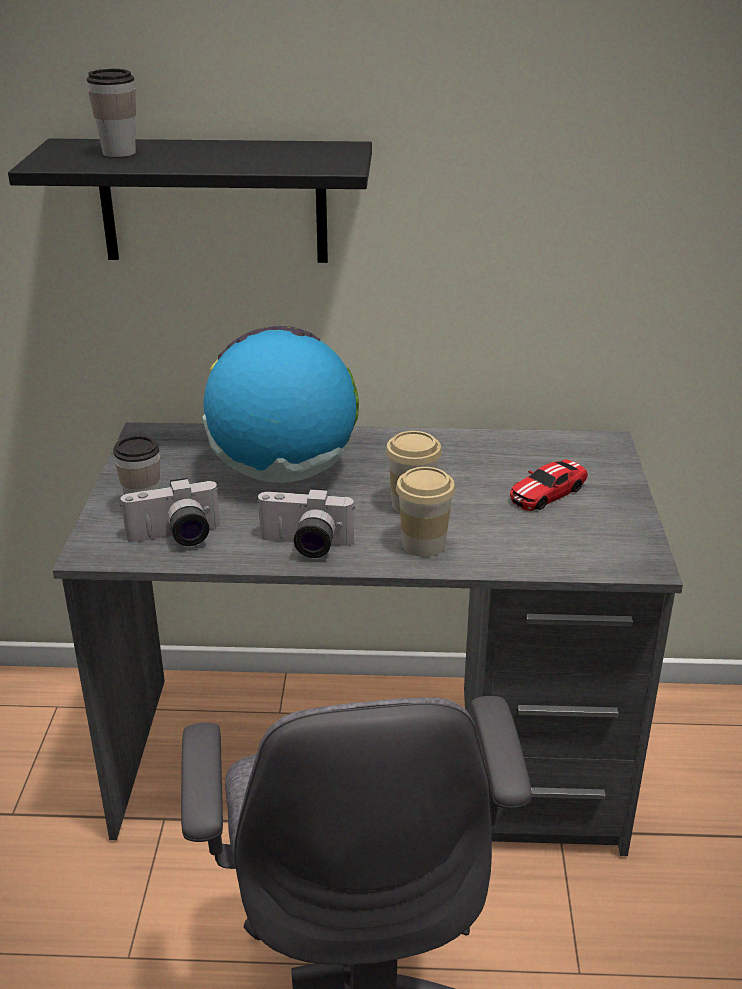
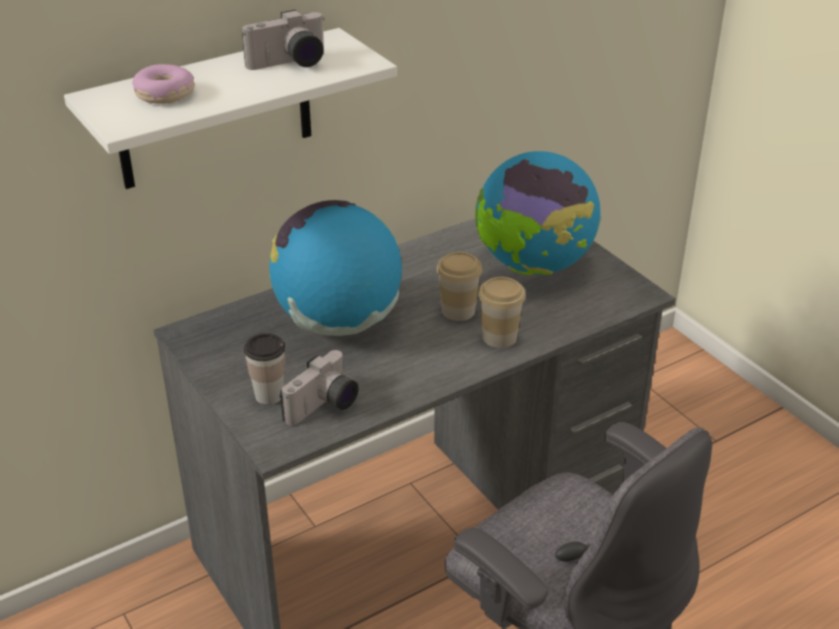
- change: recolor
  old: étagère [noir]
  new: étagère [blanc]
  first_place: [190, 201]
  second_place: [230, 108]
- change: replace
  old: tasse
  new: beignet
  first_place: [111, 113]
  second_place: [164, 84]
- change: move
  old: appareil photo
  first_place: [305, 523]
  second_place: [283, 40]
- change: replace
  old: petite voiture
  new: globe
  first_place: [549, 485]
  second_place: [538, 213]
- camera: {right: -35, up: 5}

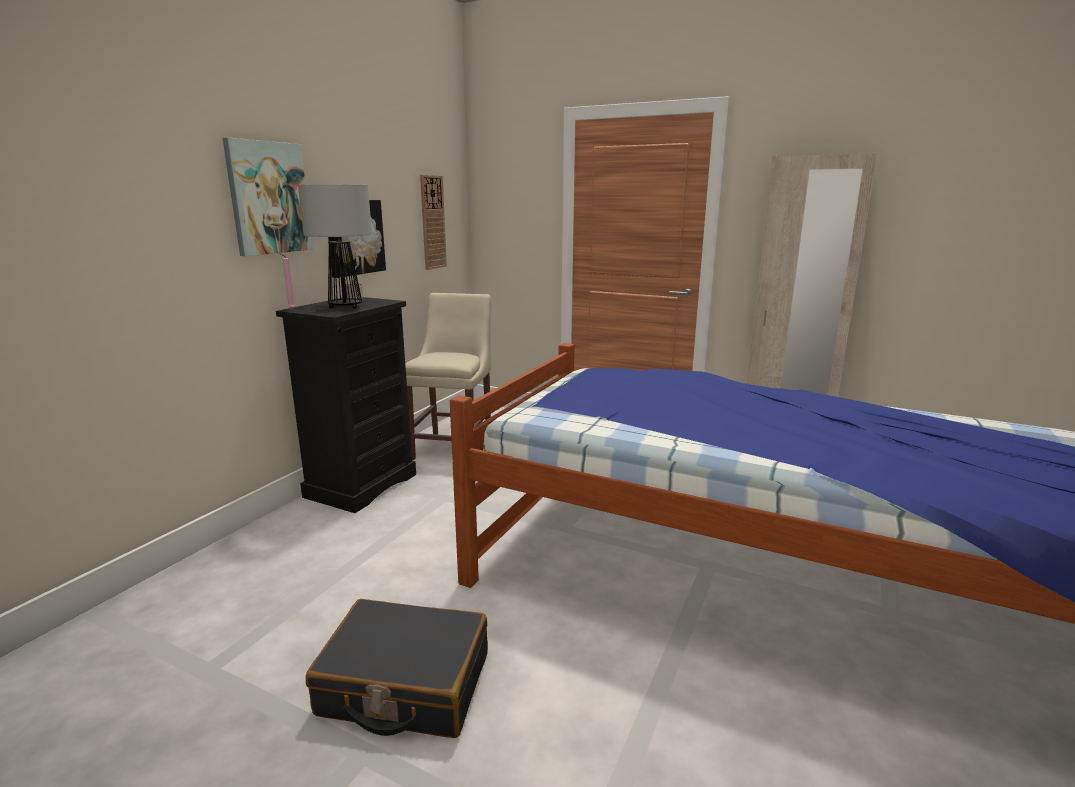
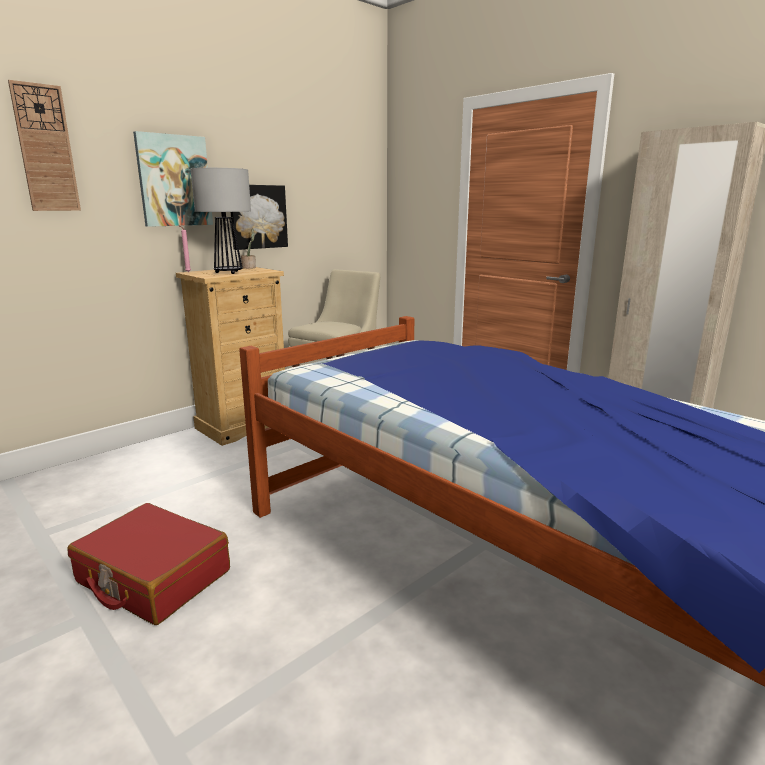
- change: move
  old: horloge murale
  first_place: [433, 222]
  second_place: [44, 145]
- change: recolor
  old: valise [noir]
  new: valise [rouge]
  first_place: [397, 668]
  second_place: [148, 564]
- change: recolor
  old: commode [noir]
  new: commode [beige]
  first_place: [346, 405]
  second_place: [230, 356]
- camera: {right: 20, up: 0}

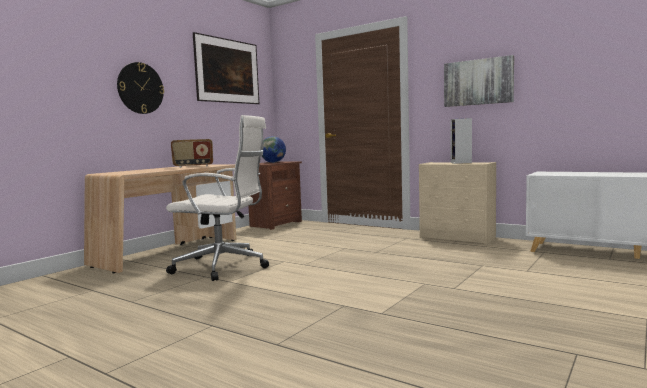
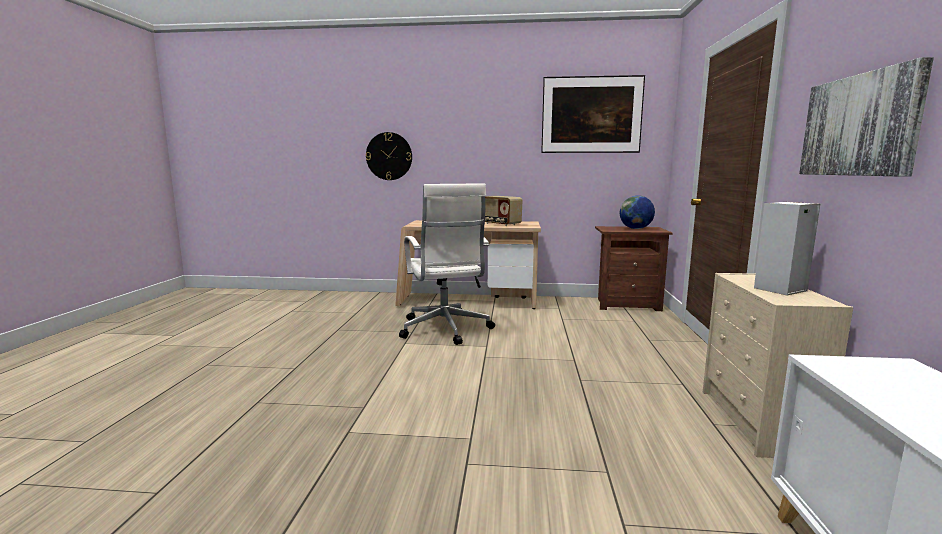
- change: move
  old: horloge murale
  first_place: [140, 88]
  second_place: [389, 156]
- camera: {right: 60, up: 5}

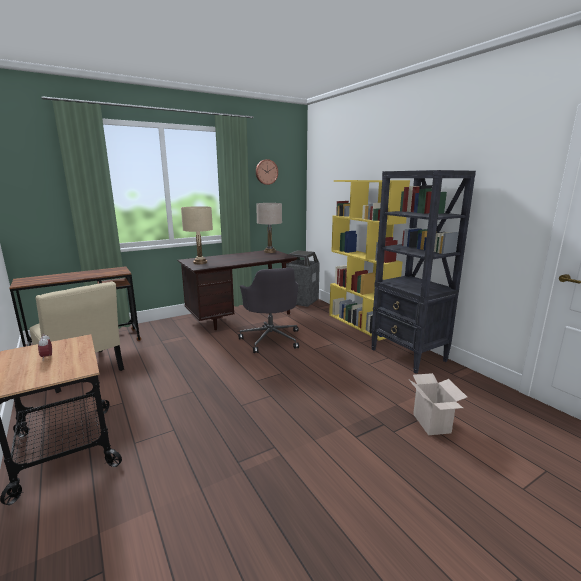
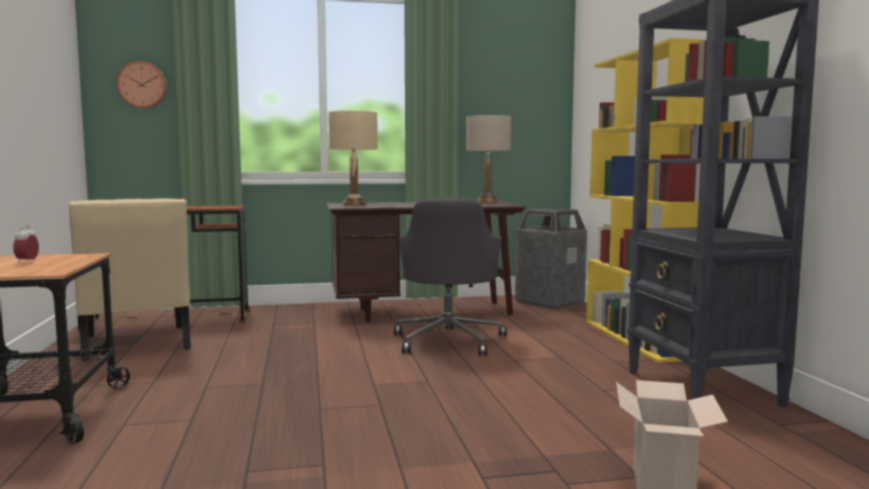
- change: move
  old: horloge murale
  first_place: [267, 172]
  second_place: [142, 85]
- camera: {right: 20, up: -10}

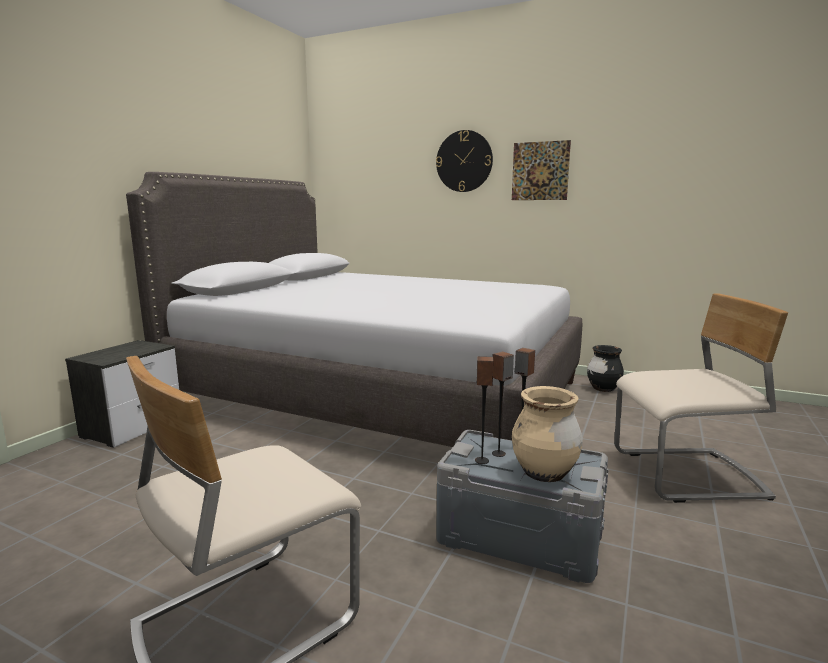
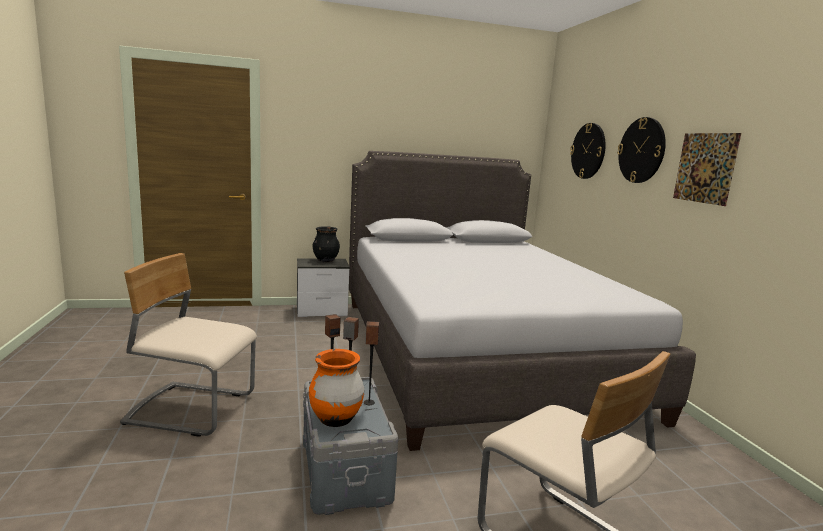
- change: recolor
  old: vase [beige]
  new: vase [orange]
  first_place: [547, 434]
  second_place: [336, 388]
- change: move
  old: vase [noir]
  first_place: [605, 368]
  second_place: [326, 244]
- change: insert
  new: horloge murale
  second_place: [588, 151]
- camera: {right: 50, up: 0}

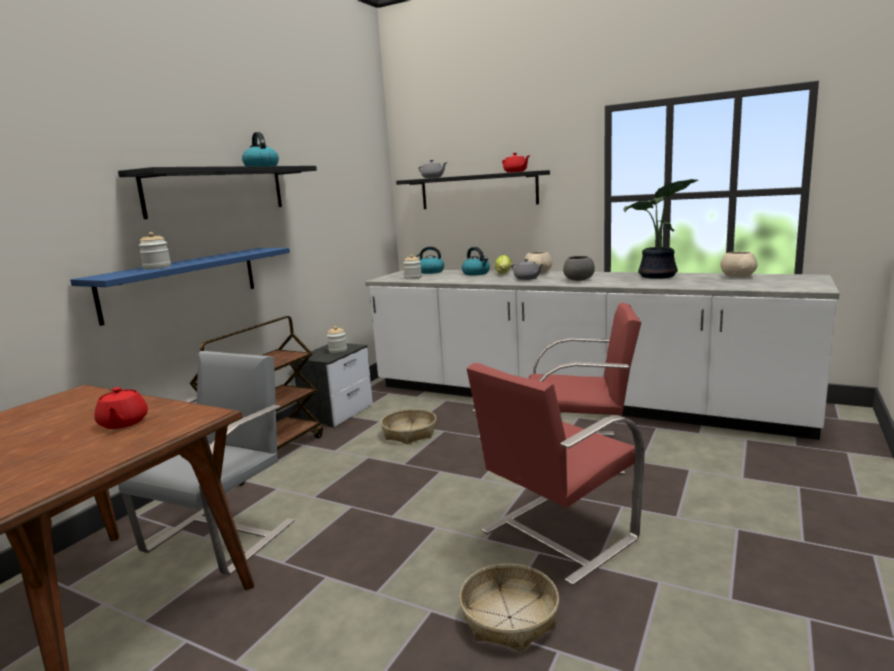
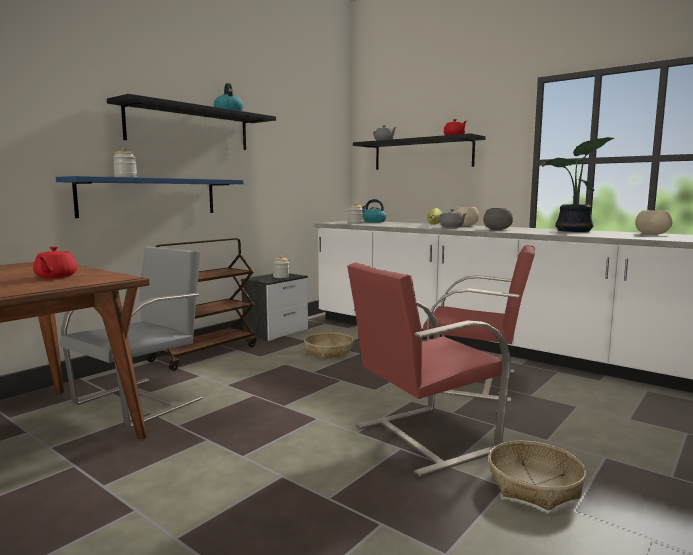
- change: move
  old: panier
  first_place: [509, 607]
  second_place: [537, 476]
- change: delete
  old: bouilloire
  first_place: [476, 261]
- camera: {right: 10, up: -5}

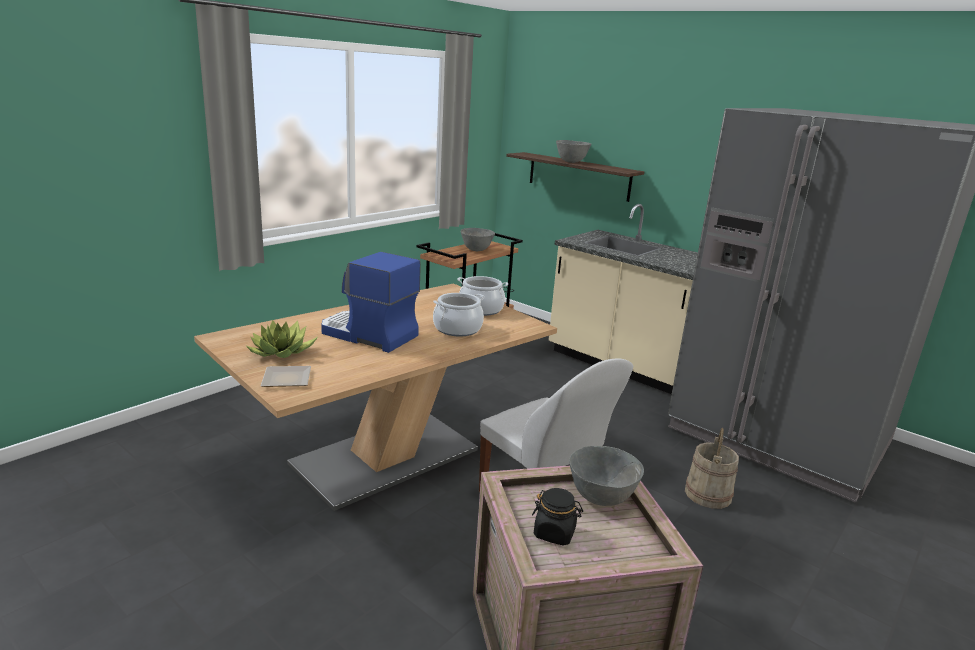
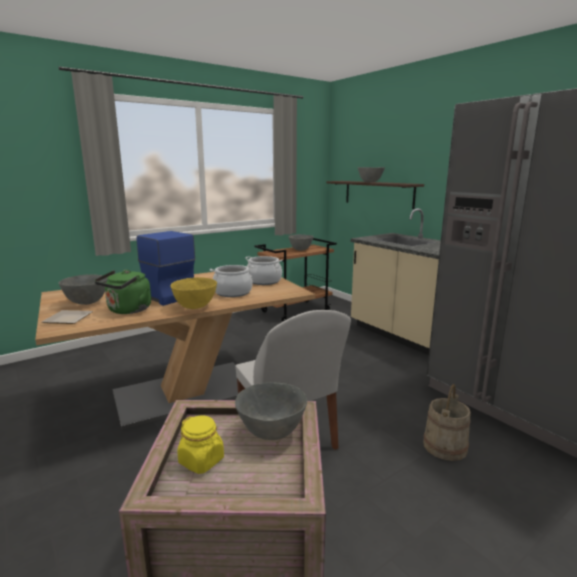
- change: replace
  old: plante en pot
  new: bol [gris]
  first_place: [281, 339]
  second_place: [83, 289]
- change: insert
  new: bouilloire [vert]
  second_place: [122, 292]
- change: insert
  new: bol [jaune]
  second_place: [193, 293]
- change: recolor
  old: bocal [noir]
  new: bocal [jaune]
  first_place: [557, 517]
  second_place: [200, 445]
- camera: {right: 15, up: -5}

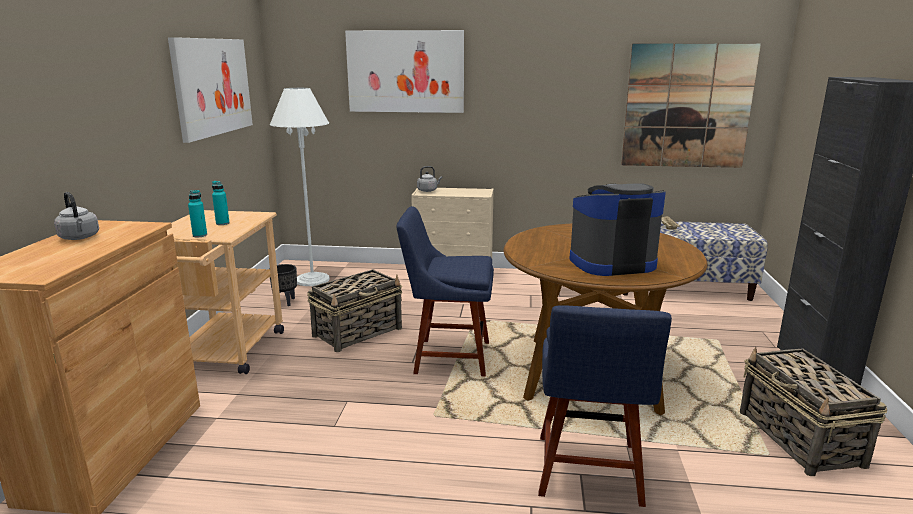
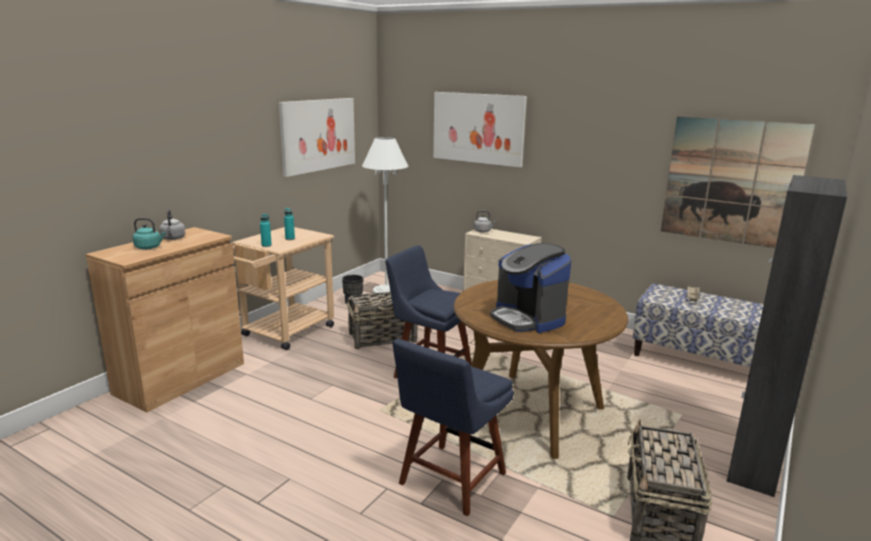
- change: insert
  new: bouilloire [turquoise]
  second_place: [149, 233]
- change: rotate
  old: machine à café
  first_place: [618, 229]
  second_place: [530, 288]
  degrees: -135
- camera: {right: 25, up: 0}

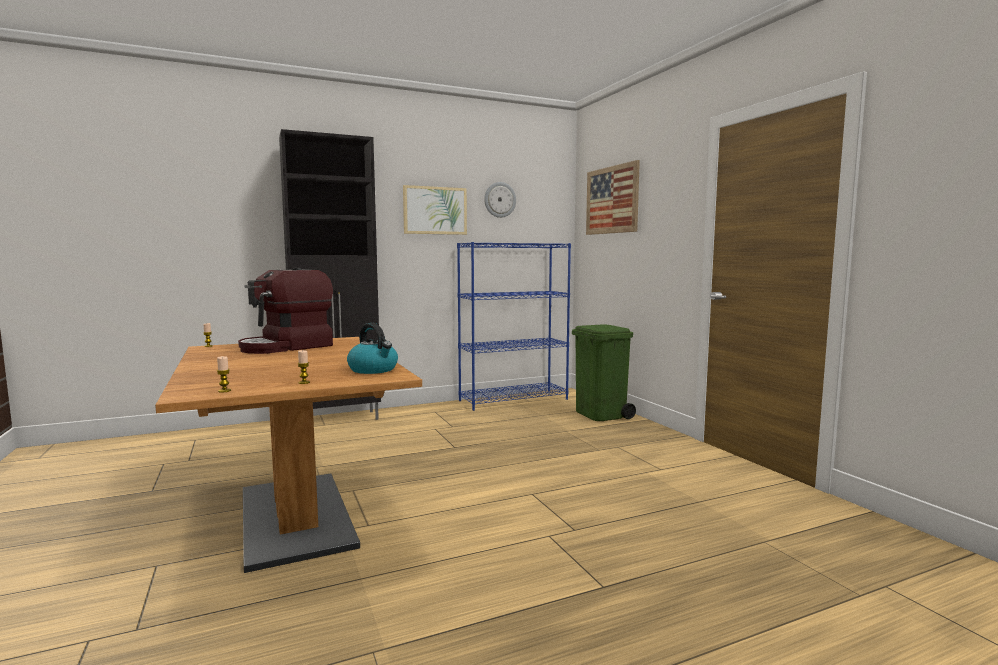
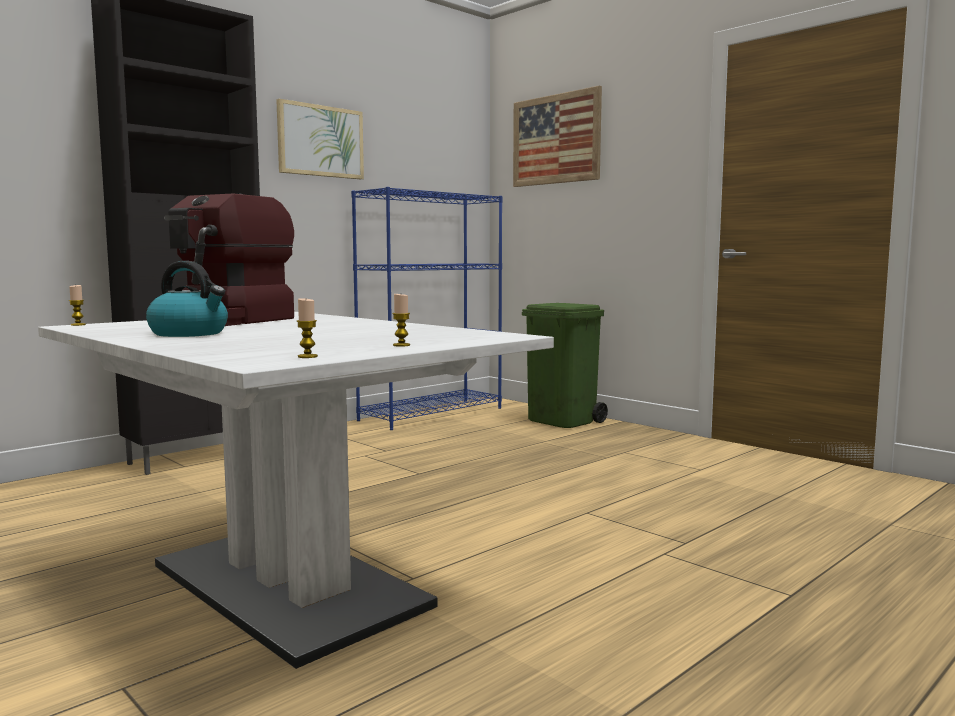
- change: recolor
  old: table à manger [marron]
  new: table à manger [blanc]
  first_place: [288, 455]
  second_place: [296, 490]
- change: move
  old: bouilloire
  first_place: [372, 348]
  second_place: [187, 299]
- change: delete
  old: horloge murale
  first_place: [500, 200]
- camera: {right: -20, up: 0}

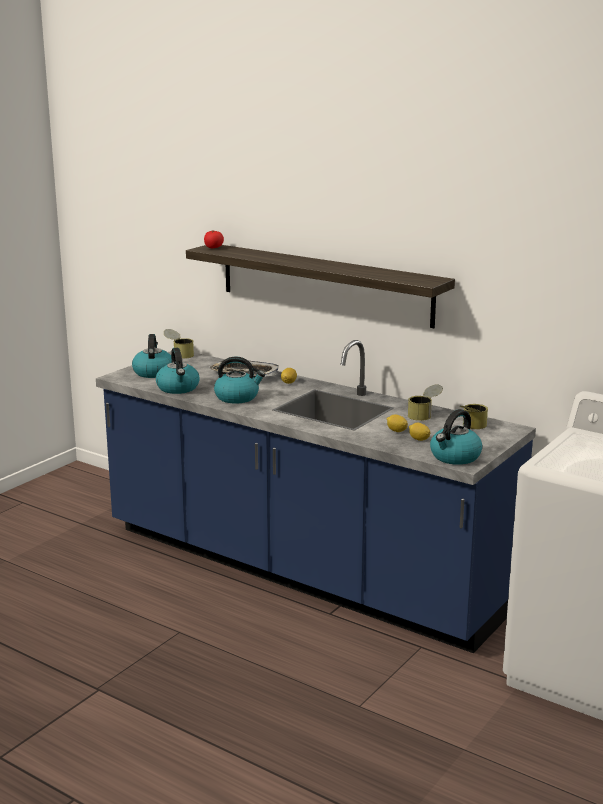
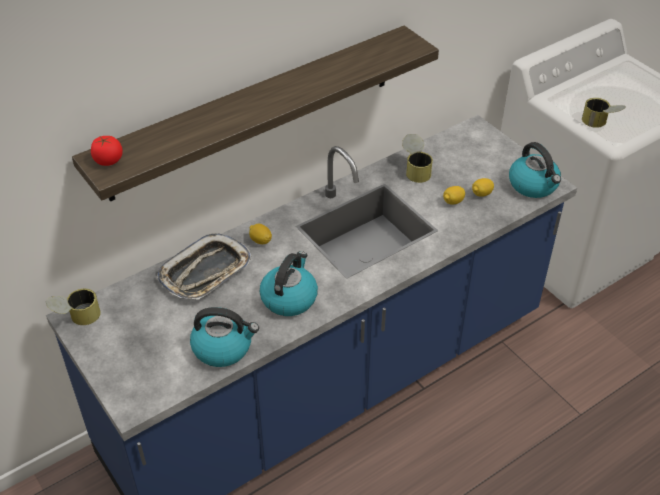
- change: move
  old: boîte métallique
  first_place: [474, 416]
  second_place: [604, 113]
- change: delete
  old: bouilloire
  first_place: [152, 356]
- camera: {right: -70, up: 25}

